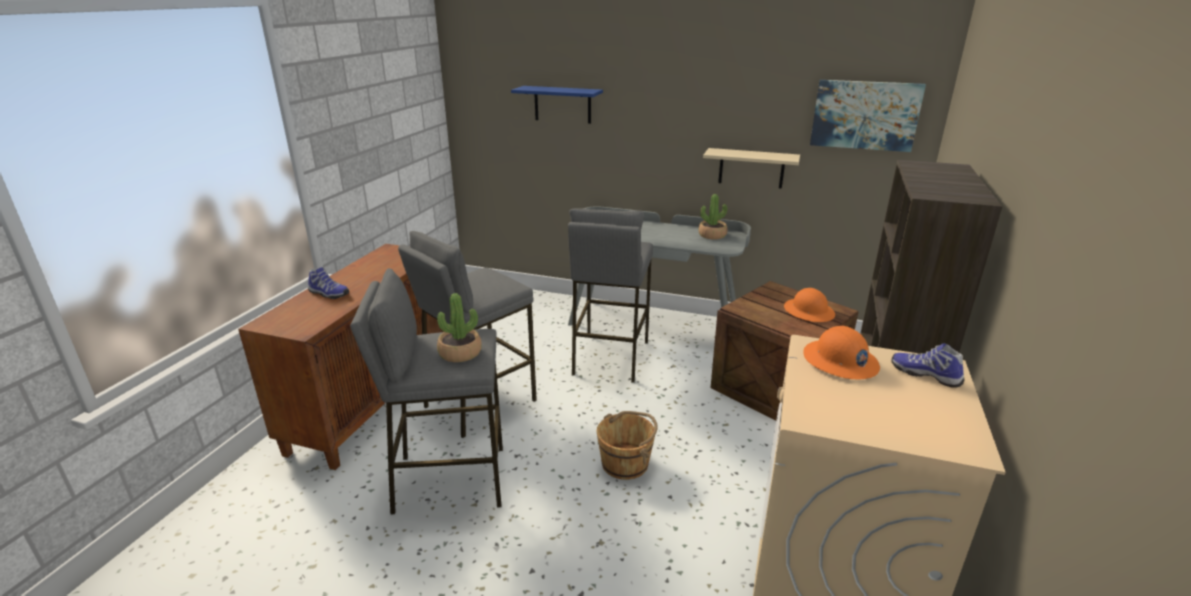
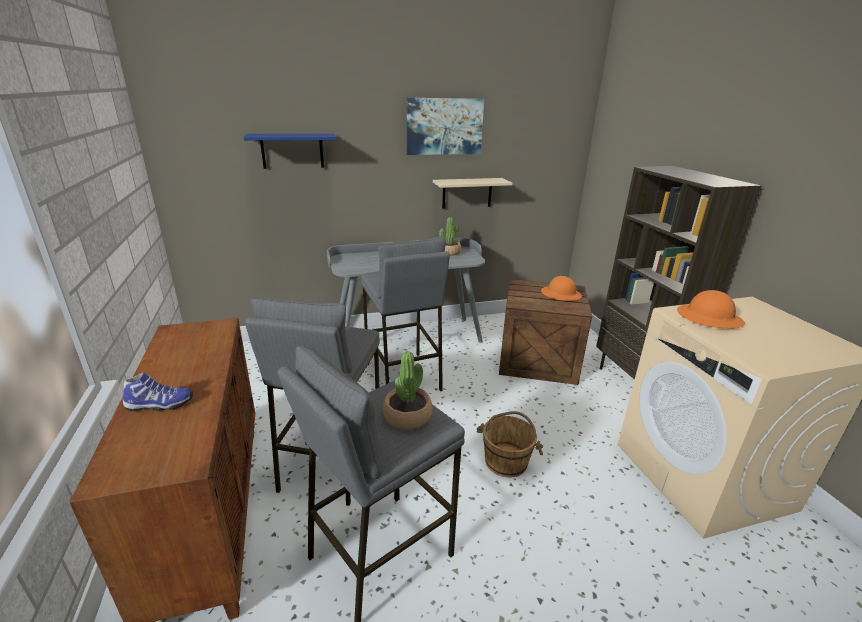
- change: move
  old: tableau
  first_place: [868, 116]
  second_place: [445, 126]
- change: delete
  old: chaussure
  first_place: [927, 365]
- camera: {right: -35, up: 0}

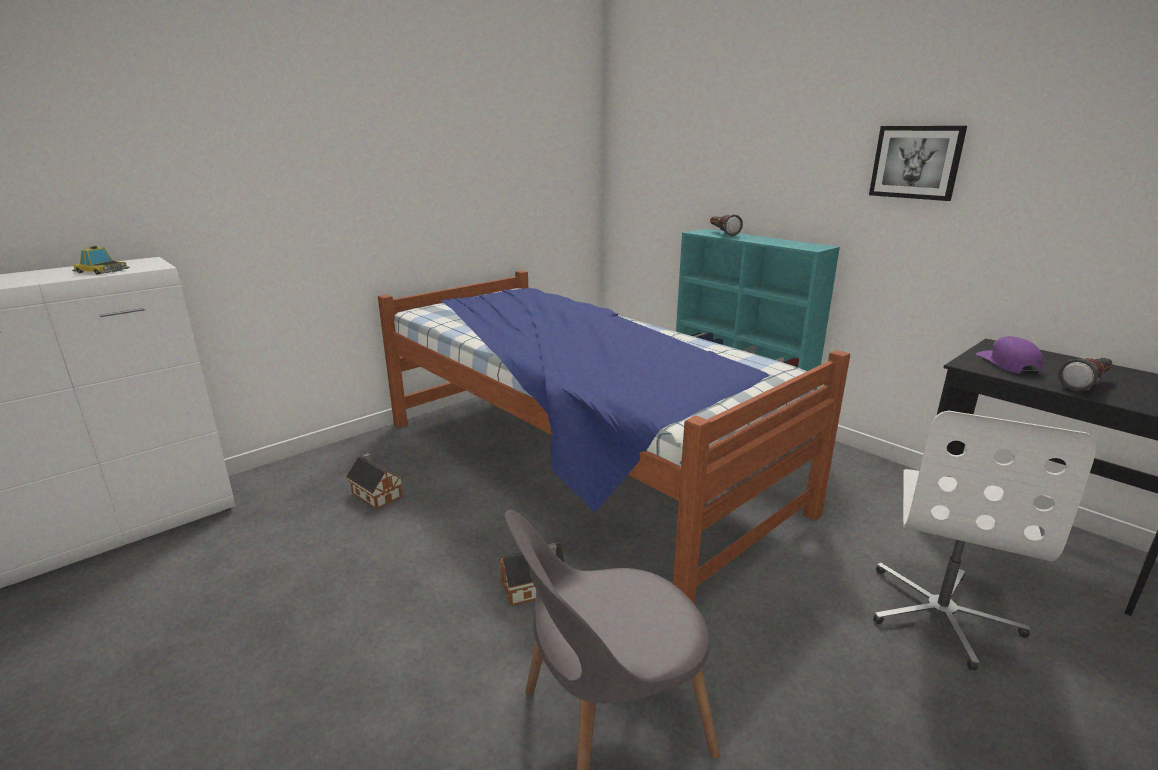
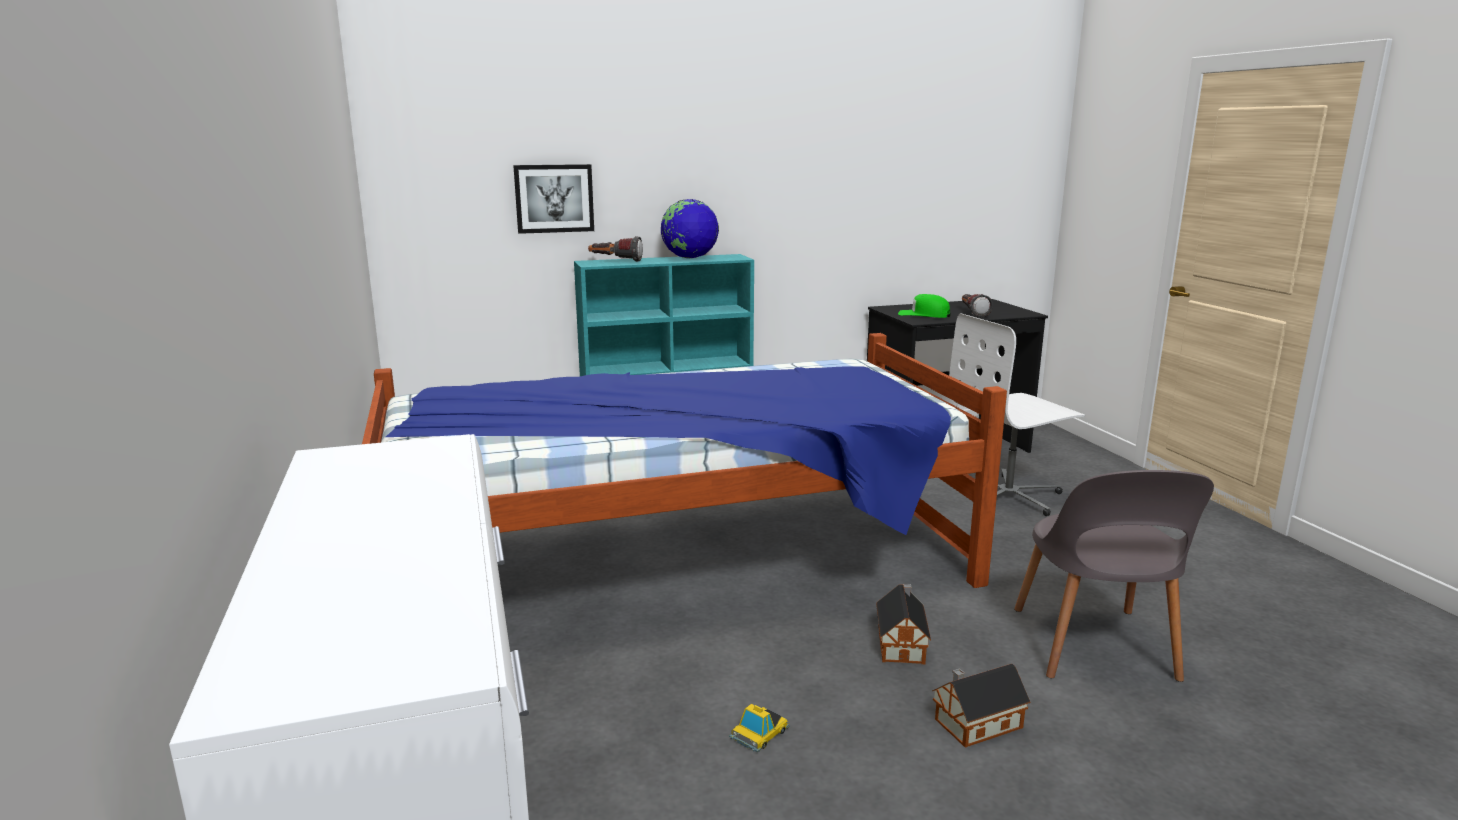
- change: move
  old: tableau
  first_place: [918, 163]
  second_place: [553, 199]
- change: insert
  new: globe
  second_place: [690, 228]
- change: move
  old: petite voiture
  first_place: [101, 260]
  second_place: [759, 728]
- change: recolor
  old: casquette [violet]
  new: casquette [vert]
  first_place: [1009, 355]
  second_place: [924, 306]
- change: move
  old: maison miniature
  first_place: [374, 481]
  second_place: [981, 706]
- change: rotate
  old: chaise de bureau [blanc]
  first_place: [984, 540]
  second_place: [1017, 414]
  degrees: 105
- camera: {right: -65, up: -5}

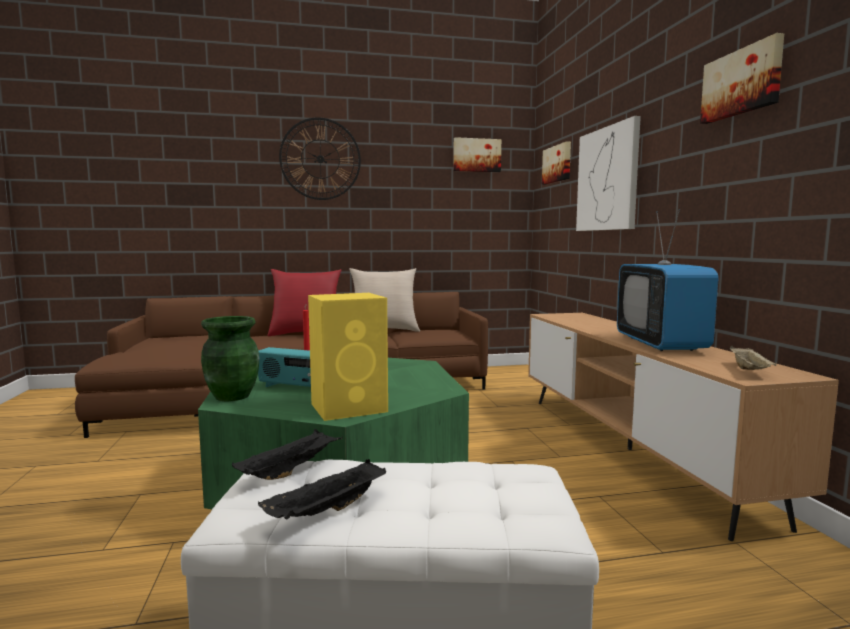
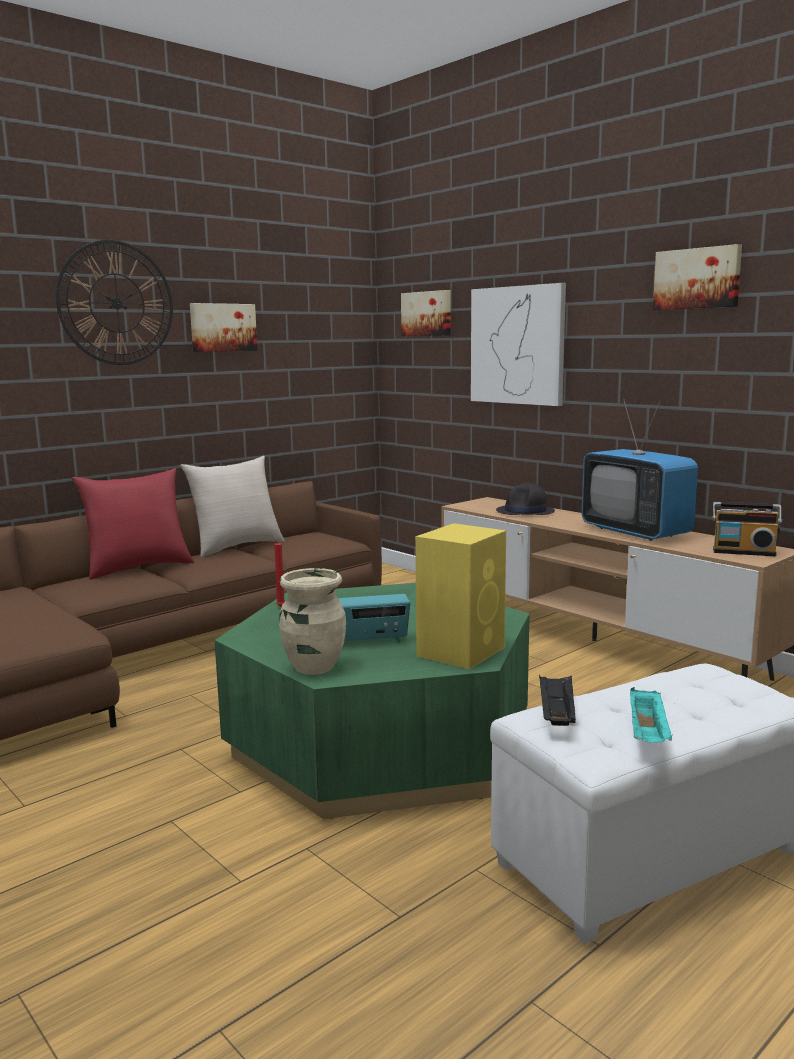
- change: move
  old: tableau
  first_place: [477, 154]
  second_place: [223, 327]
- change: recolor
  old: vase [vert]
  new: vase [beige]
  first_place: [230, 358]
  second_place: [312, 621]
- change: insert
  new: chapeau [noir]
  second_place: [525, 499]
- change: recolor
  old: plateau [noir]
  new: plateau [turquoise]
  first_place: [322, 489]
  second_place: [651, 715]
- change: replace
  old: plateau [beige]
  new: radio
  first_place: [753, 358]
  second_place: [747, 529]
- camera: {right: -30, up: 5}

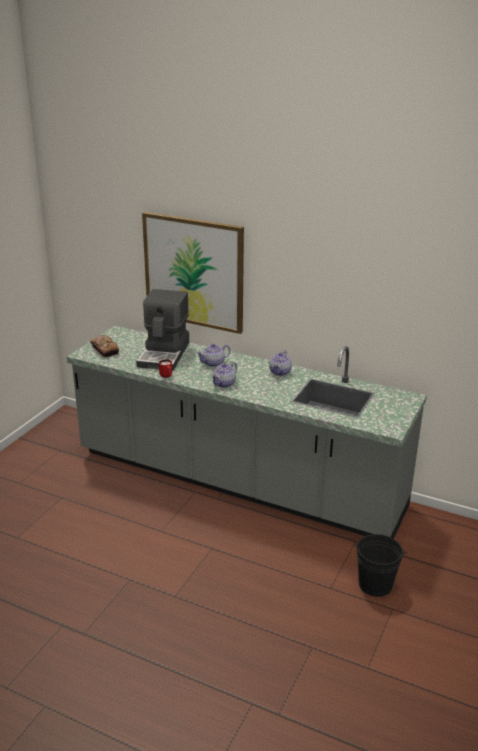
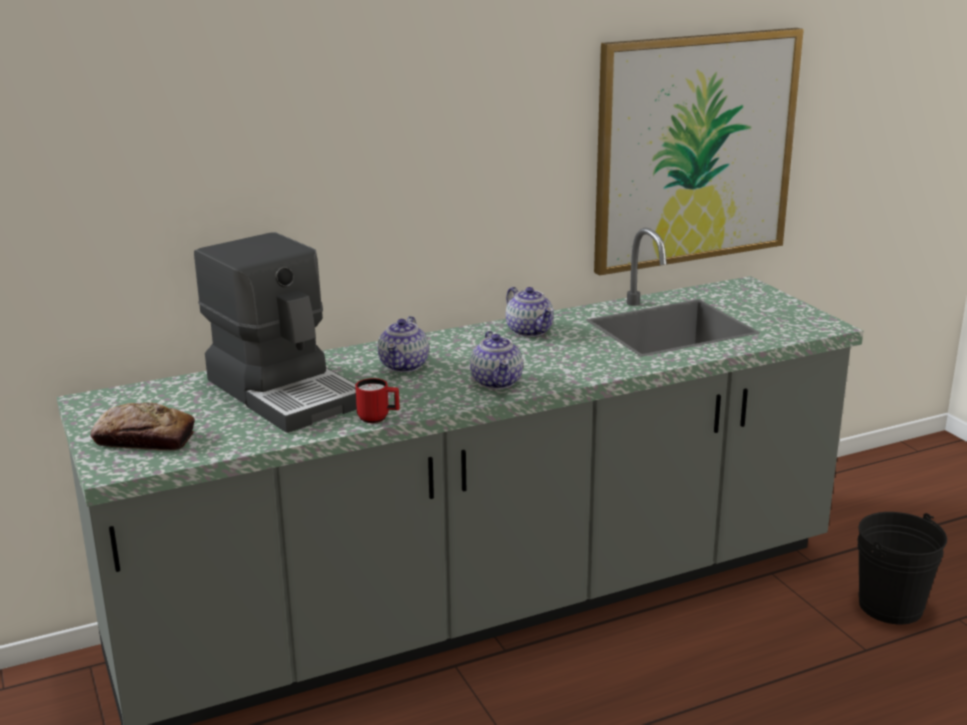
- change: move
  old: tableau
  first_place: [193, 273]
  second_place: [699, 152]
- camera: {right: -50, up: -5}

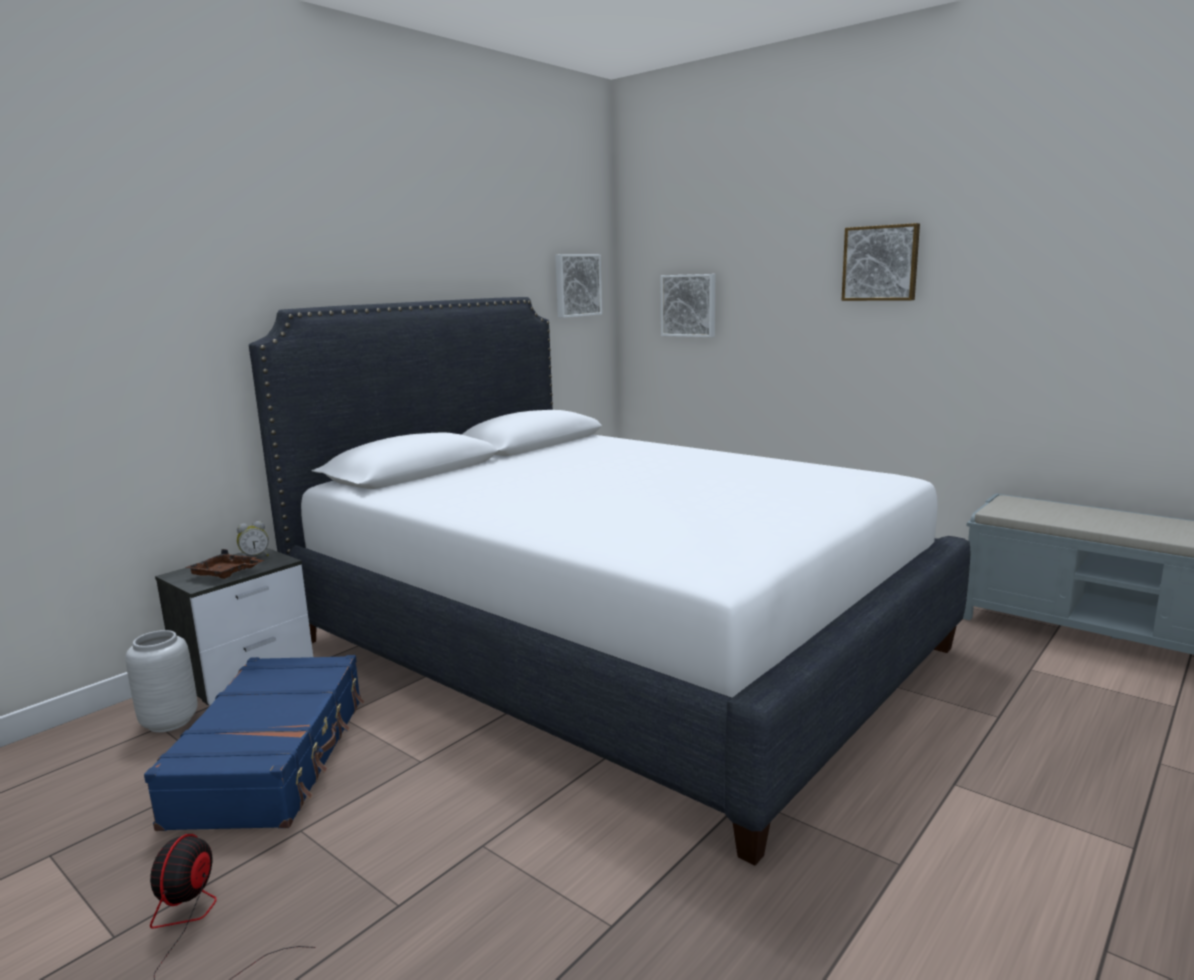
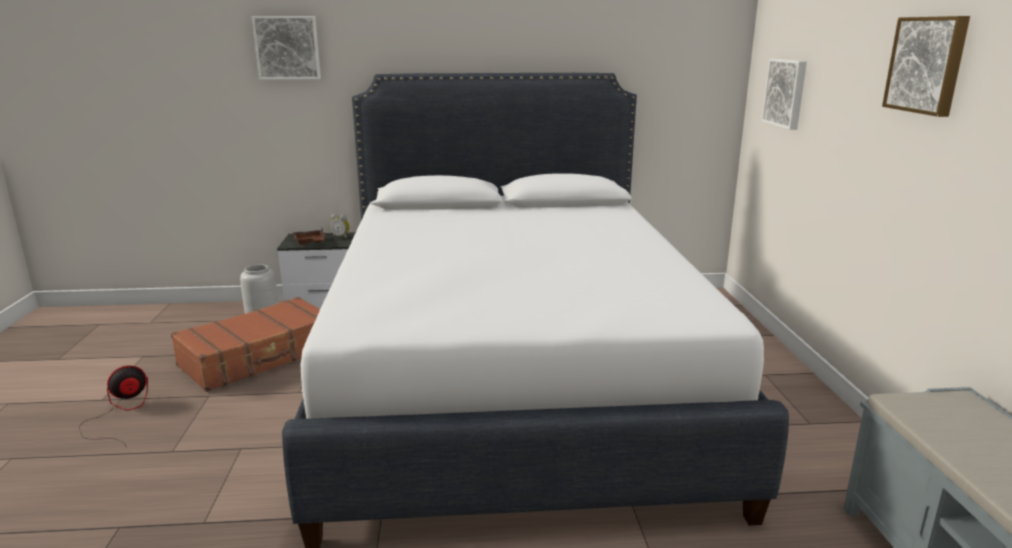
- change: recolor
  old: valise [bleu]
  new: valise [marron]
  first_place: [254, 743]
  second_place: [245, 344]
- change: move
  old: tableau
  first_place: [578, 286]
  second_place: [286, 48]
- camera: {right: 45, up: 5}

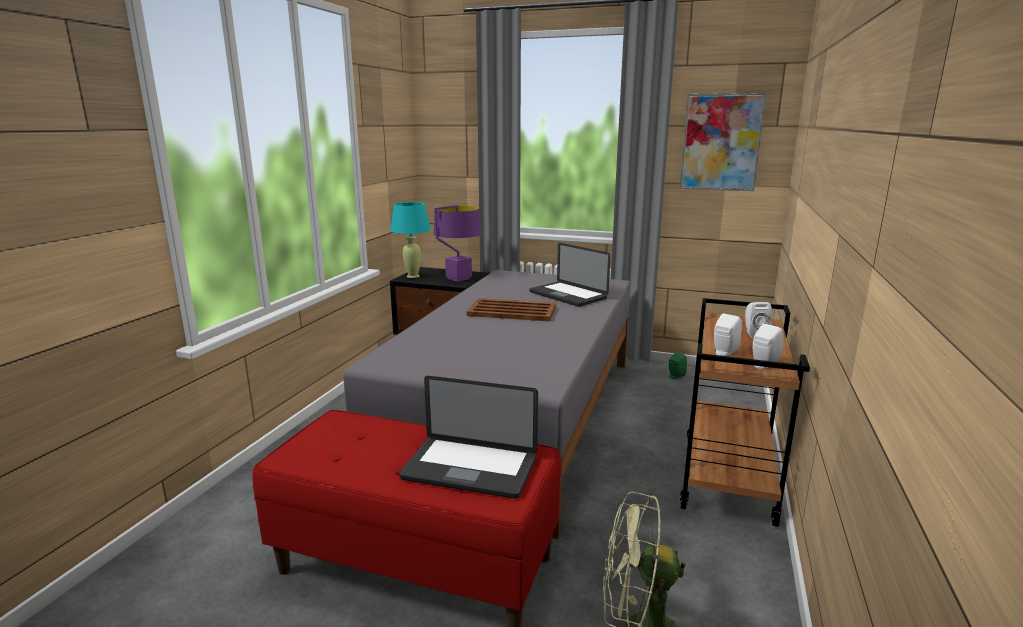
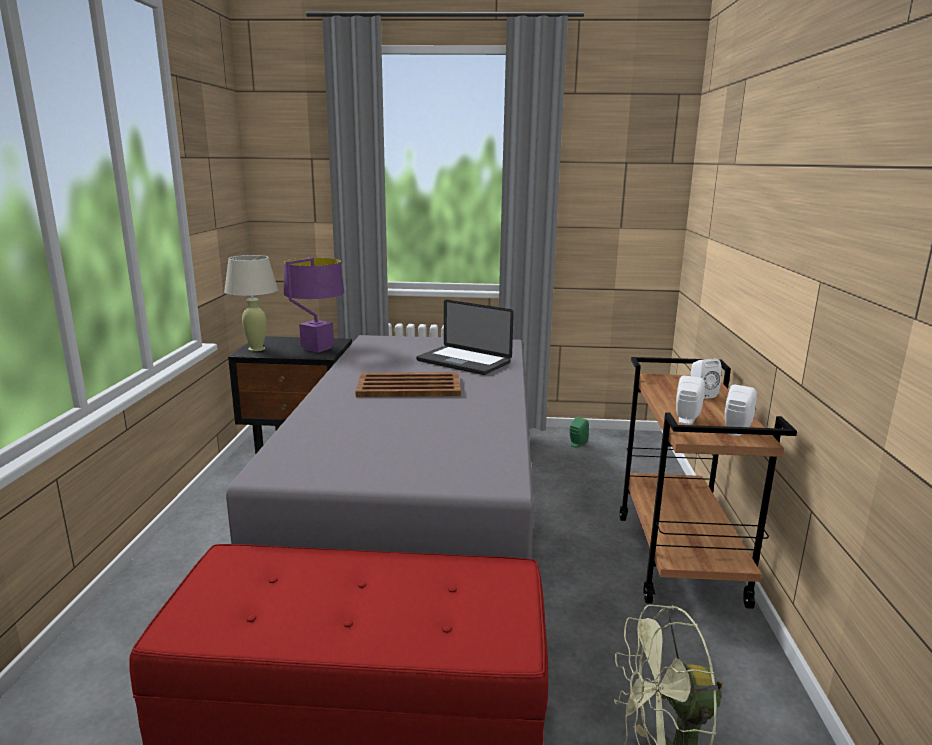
- change: recolor
  old: lampe de table [turquoise]
  new: lampe de table [beige]
  first_place: [410, 240]
  second_place: [251, 303]
- change: delete
  old: ordinateur portable
  first_place: [468, 437]
- change: delete
  old: tableau
  first_place: [723, 142]
- camera: {right: -15, up: 0}

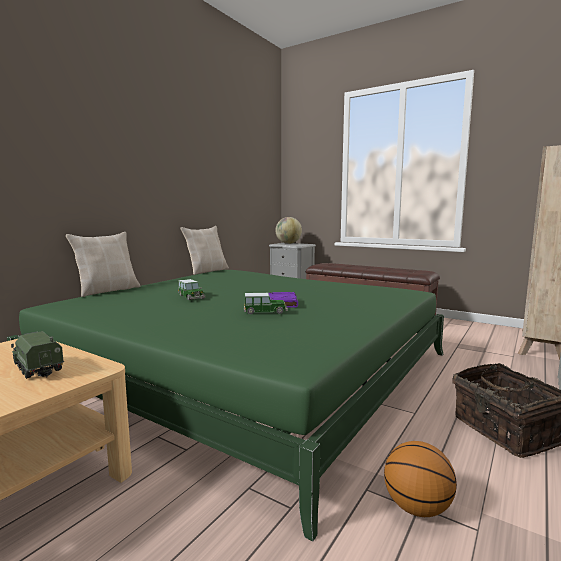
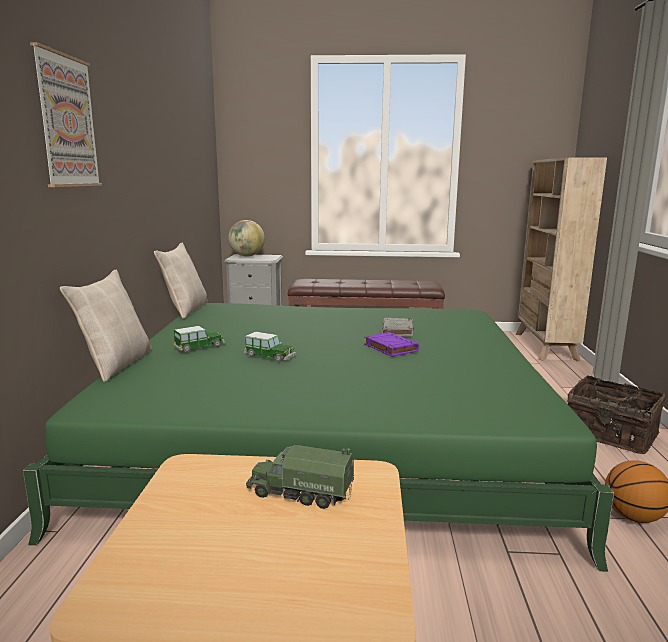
- change: insert
  new: tableau
  second_place: [66, 114]
- change: move
  old: petite voiture
  first_place: [266, 303]
  second_place: [199, 339]
- change: insert
  new: livre [gris]
  second_place: [397, 327]
- camera: {right: -30, up: 5}

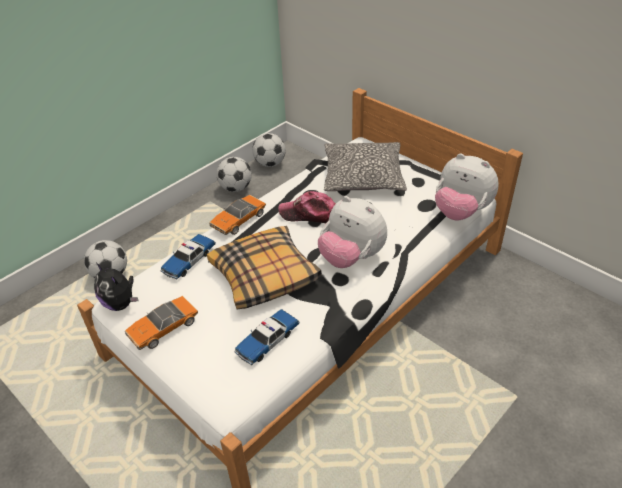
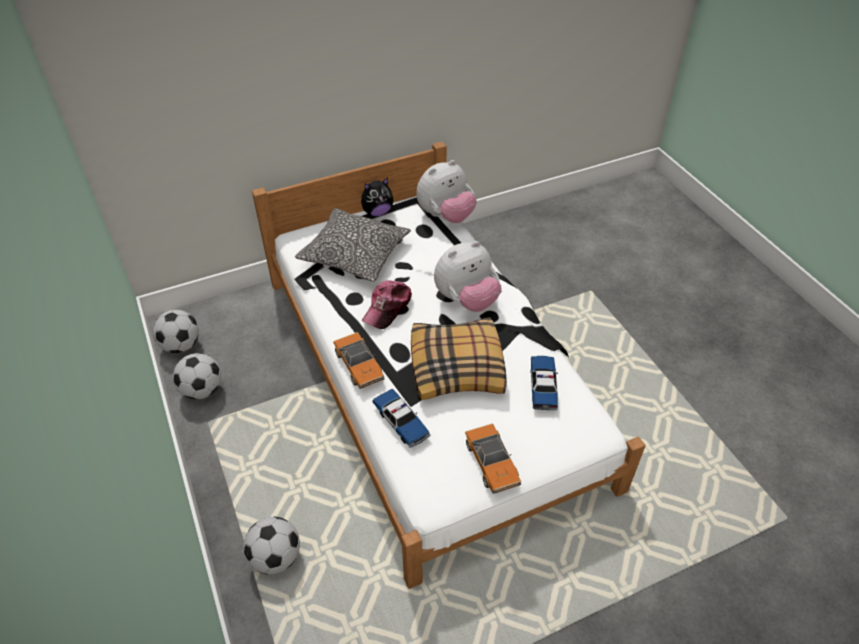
- change: move
  old: peluche
  first_place: [116, 287]
  second_place: [377, 197]
- change: rotate
  old: petite voiture
  first_place: [267, 337]
  second_place: [544, 383]
  degrees: -150
- camera: {right: -70, up: 5}

